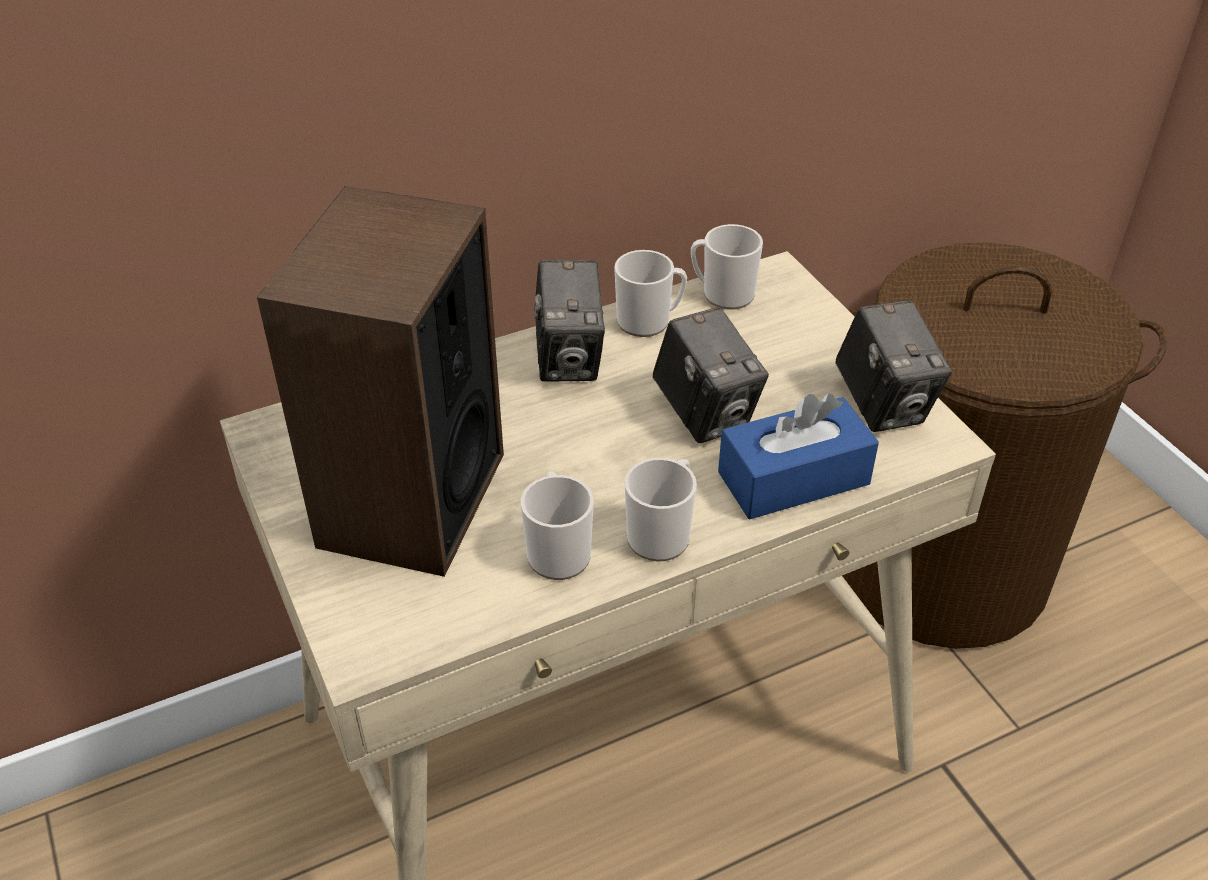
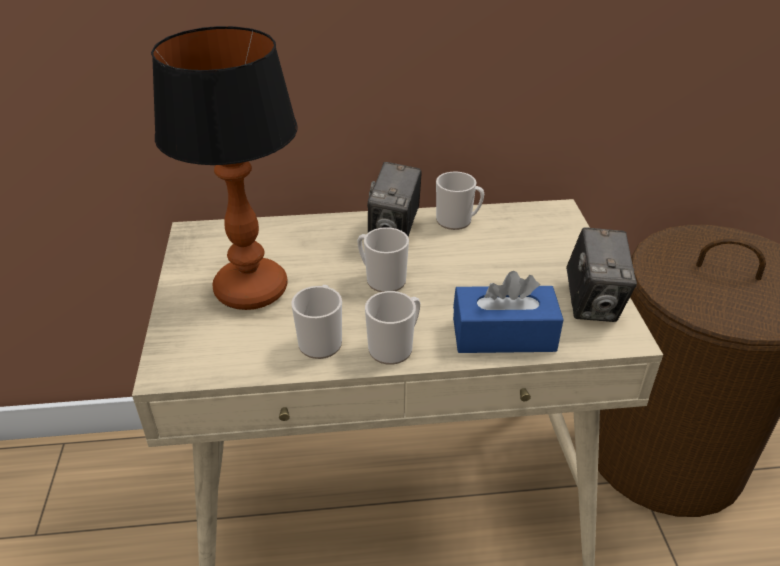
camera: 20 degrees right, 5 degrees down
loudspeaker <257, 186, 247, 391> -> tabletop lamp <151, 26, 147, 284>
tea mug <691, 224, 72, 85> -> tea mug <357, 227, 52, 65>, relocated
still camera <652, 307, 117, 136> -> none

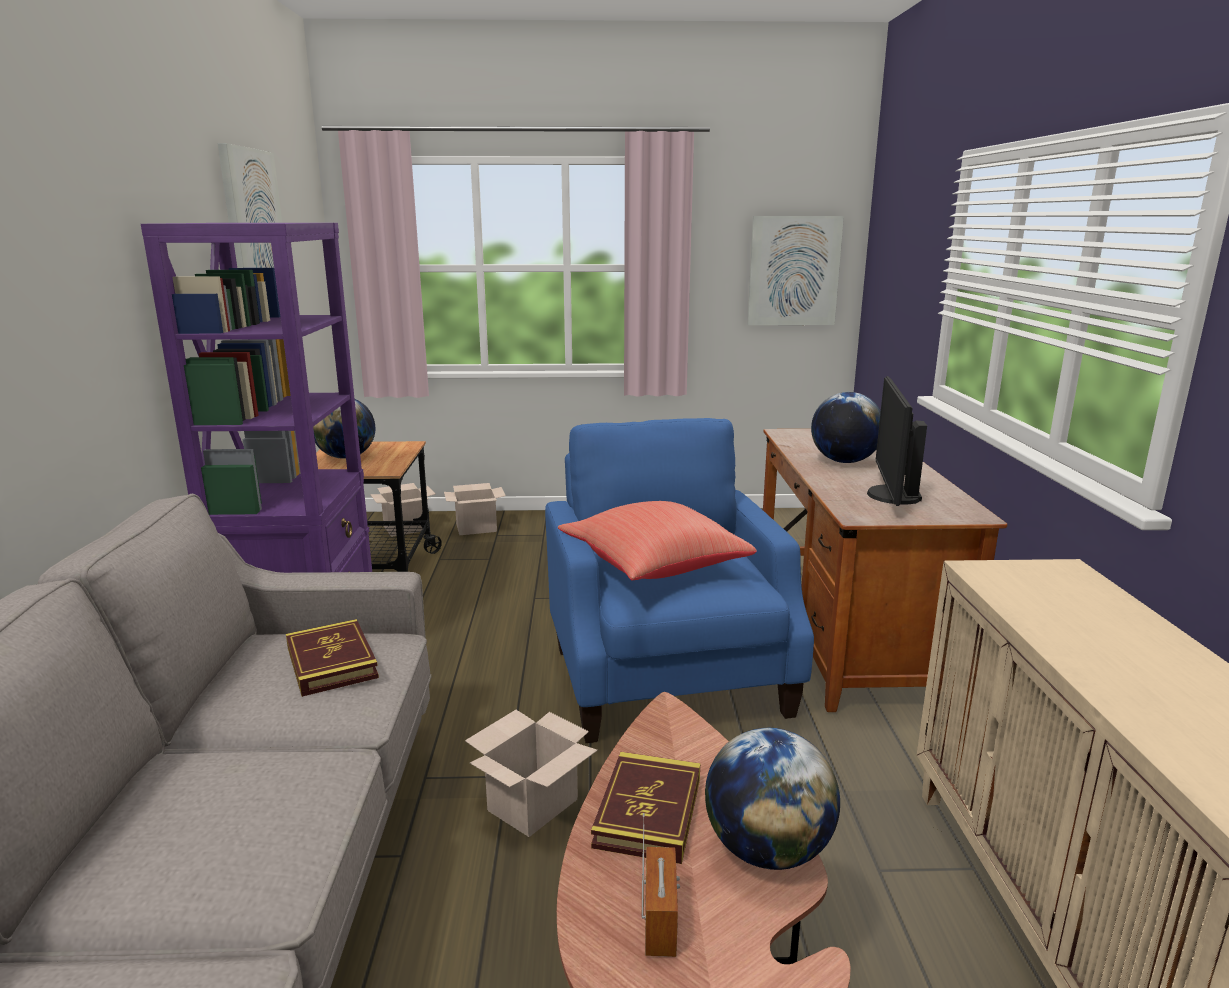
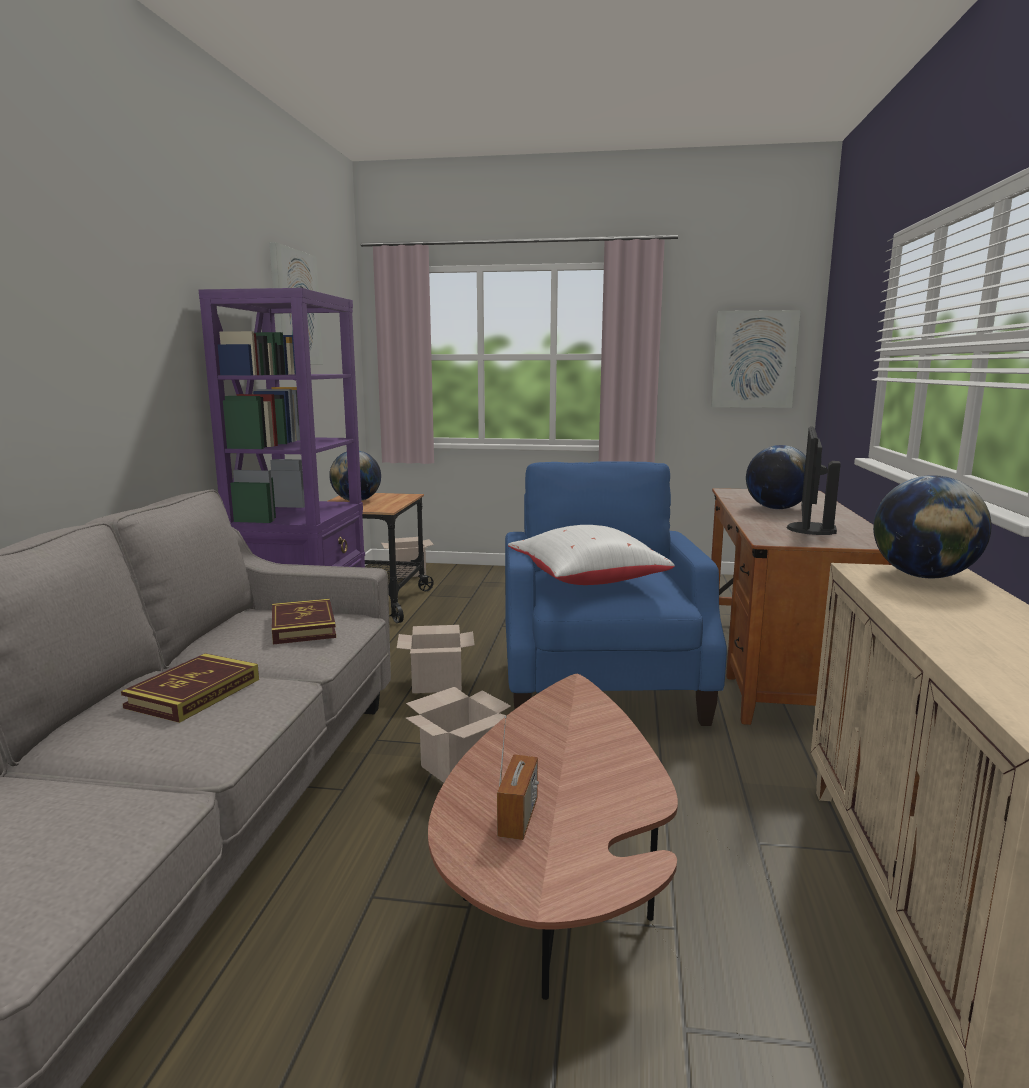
camera: 10 degrees right, 5 degrees down
bound book <591, 752, 109, 112> -> bound book <121, 653, 138, 70>, relocated
carton <444, 483, 62, 52> -> carton <397, 625, 78, 68>, relocated
red pillow <558, 501, 199, 80> -> whitish pillow <508, 525, 167, 60>
desk globe <705, 728, 135, 142> -> desk globe <873, 475, 119, 103>, relocated

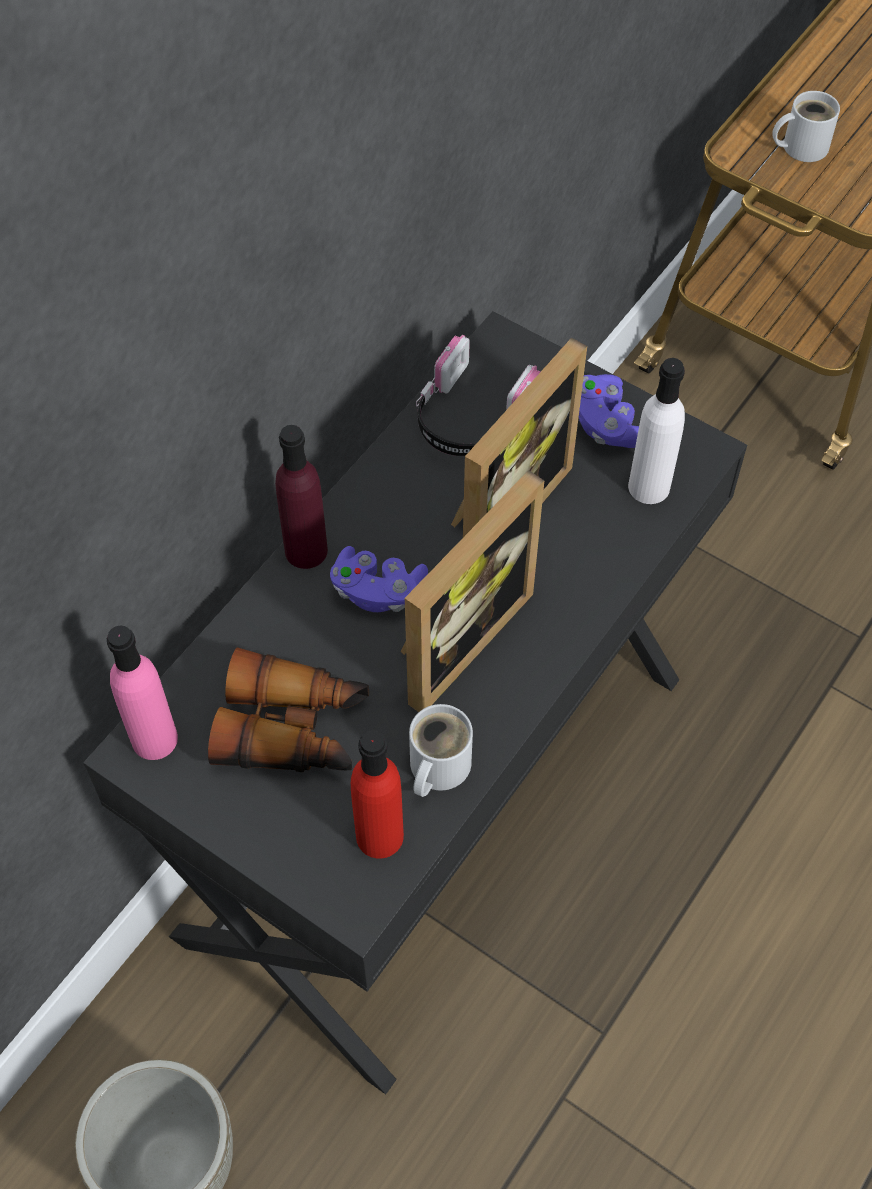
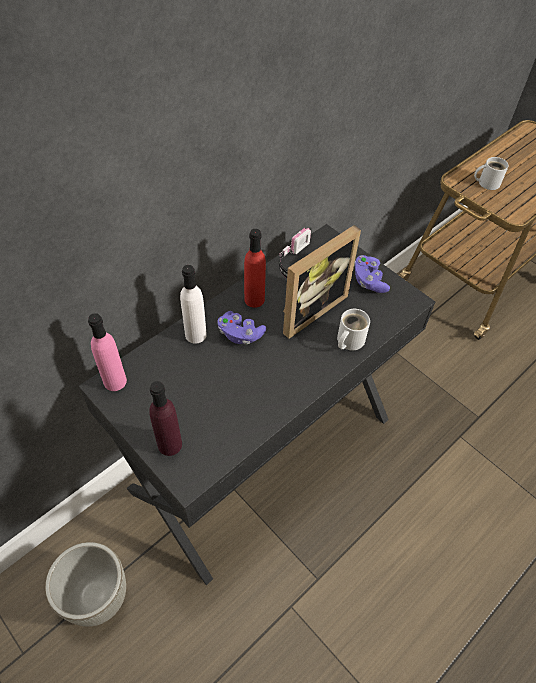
camera: 10 degrees right, 5 degrees down
purple-coloured drink bottle <275, 425, 53, 144> -> purple-coloured drink bottle <149, 381, 33, 75>, relocated
whitish drink bottle <628, 358, 57, 146> -> whitish drink bottle <180, 265, 27, 79>, relocated
red drink bottle <351, 730, 53, 129> -> red drink bottle <244, 229, 22, 79>, relocated
whitish tea mug <409, 704, 64, 93> -> whitish tea mug <337, 309, 33, 41>, relocated
binoculars <208, 647, 161, 125> -> none
picture frame <400, 470, 144, 242> -> none

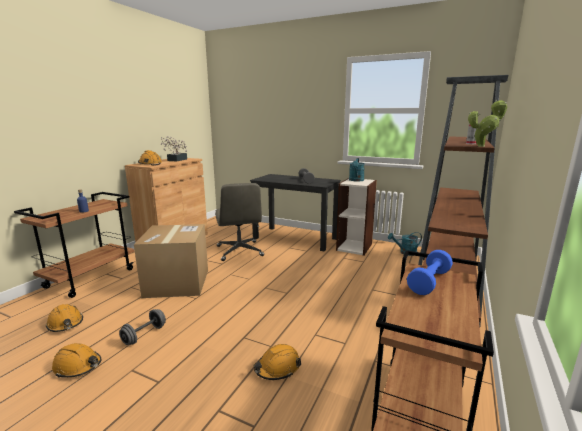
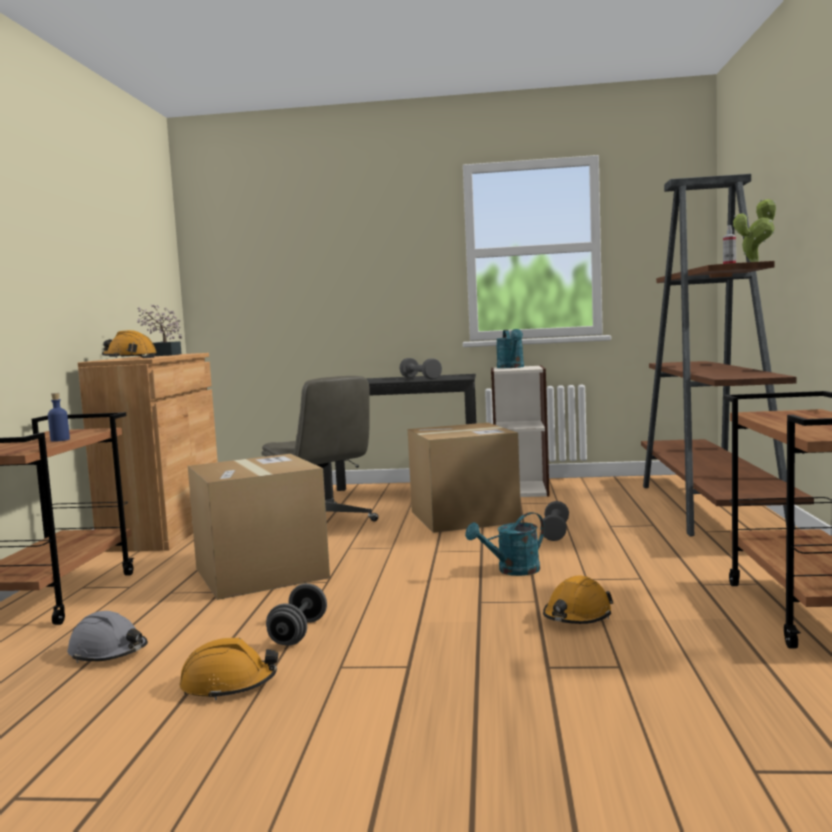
camera: 20 degrees left, 10 degrees down
orange safety helmet <46, 304, 37, 28> -> greyish safety helmet <67, 611, 81, 52>
none -> carton <408, 423, 113, 110>
turquoise-coloured watering can <388, 232, 34, 24> -> turquoise-coloured watering can <465, 512, 80, 64>, relocated
none -> greyish dumbbell <540, 501, 29, 40>
blue dumbbell <407, 250, 46, 45> -> none

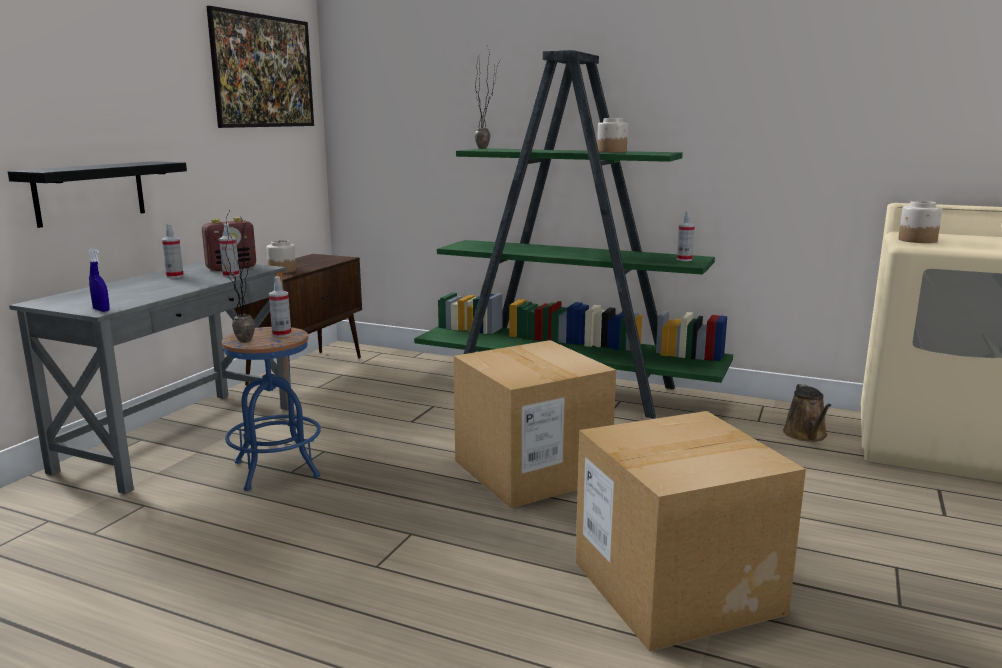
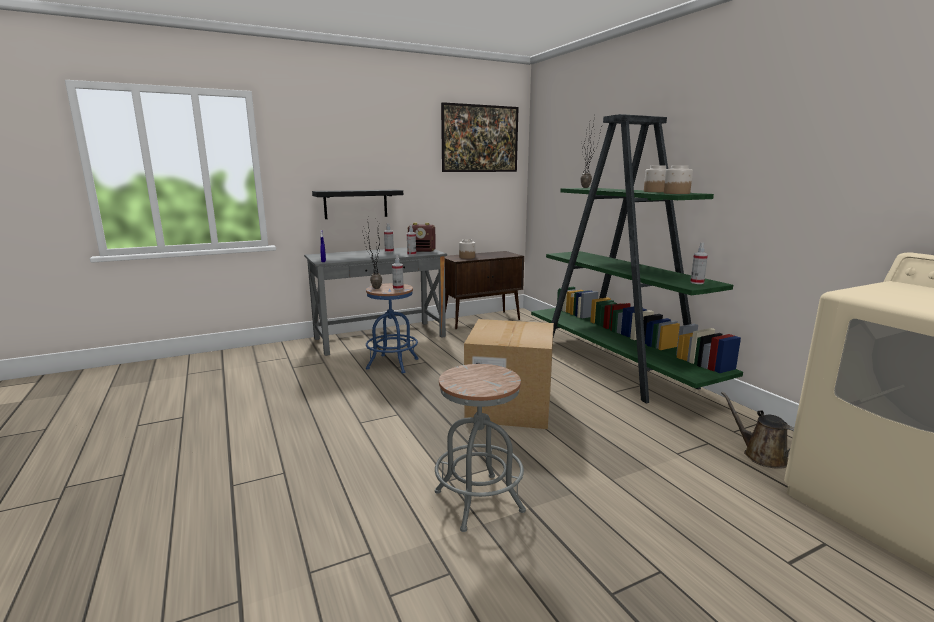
camera: 40 degrees right, 0 degrees up
carton <575, 411, 231, 241> -> greyish stool <435, 364, 91, 168>
preserve jar <898, 201, 44, 42> -> preserve jar <664, 165, 29, 29>, relocated
brown-coloured watering can <783, 384, 48, 58> -> brown-coloured watering can <721, 391, 73, 78>, 105 degrees clockwise

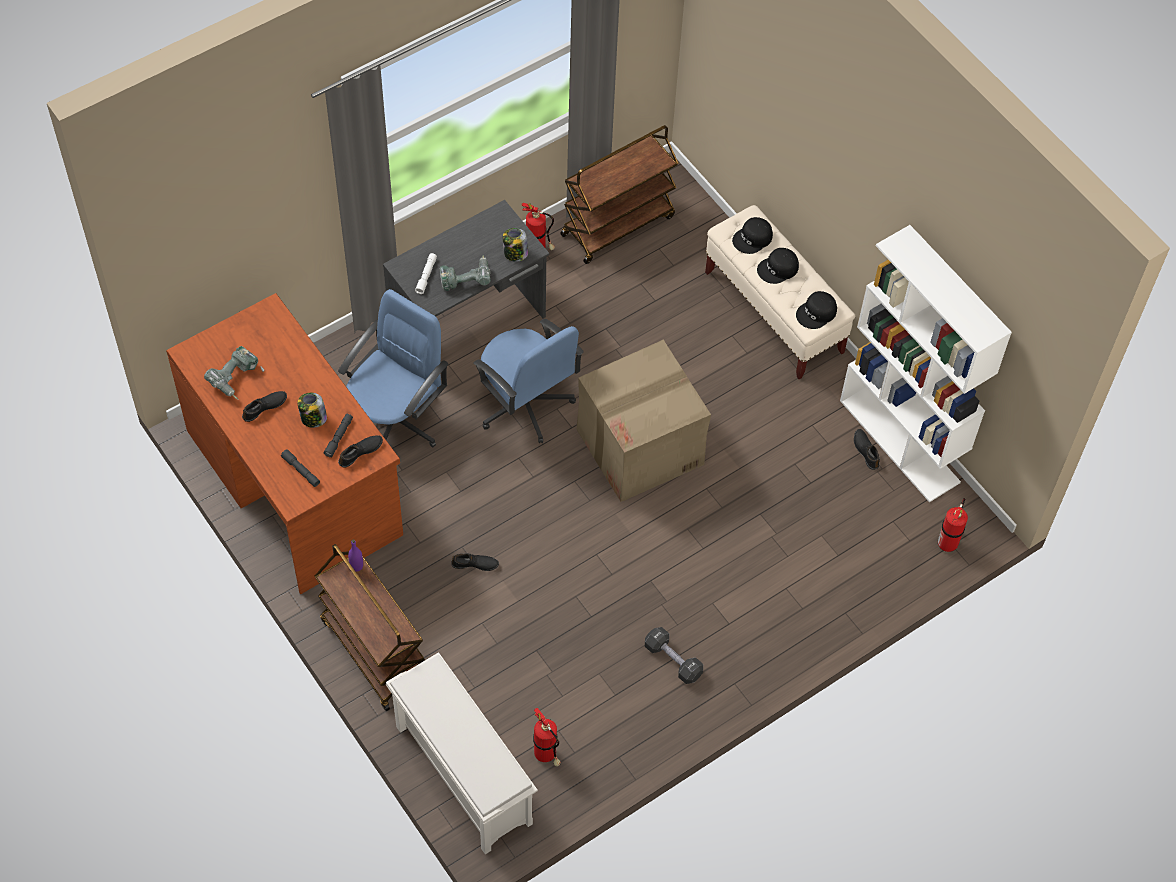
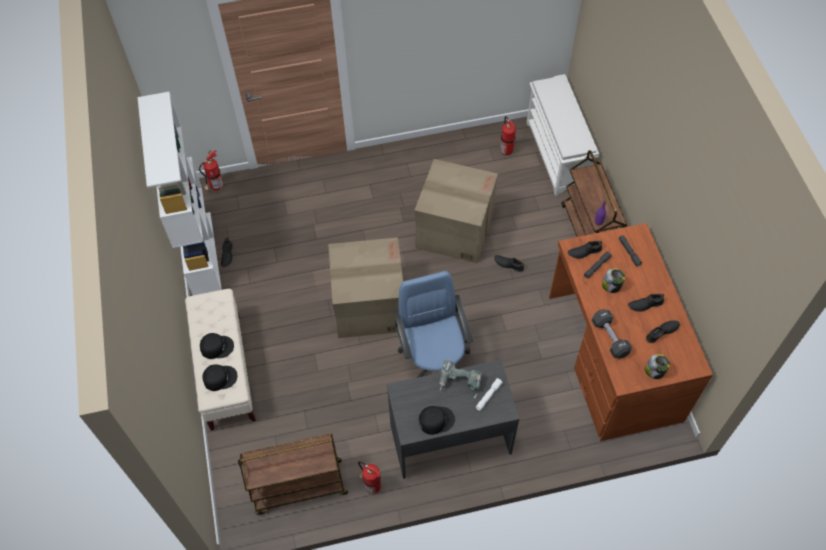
camera: 155 degrees left, 0 degrees up
none -> carton <414, 159, 84, 104>
black baseball cap <796, 291, 41, 38> -> black baseball cap <419, 406, 36, 29>, relocated
black dumbbell <645, 627, 58, 57> -> black dumbbell <592, 309, 40, 50>, relocated
preserve jar <503, 228, 25, 34> -> preserve jar <645, 354, 25, 25>, relocated
electric drill <204, 346, 61, 54> -> black item of footwear <646, 321, 34, 22>
blue computer chair <338, 289, 110, 158> -> none

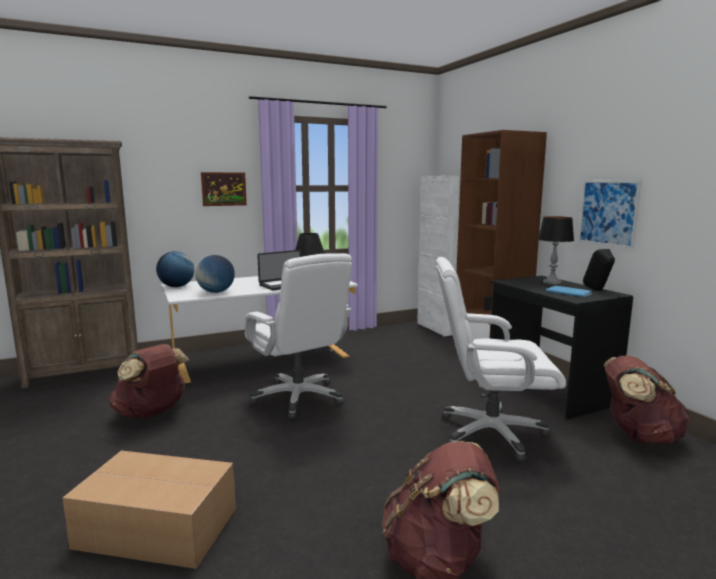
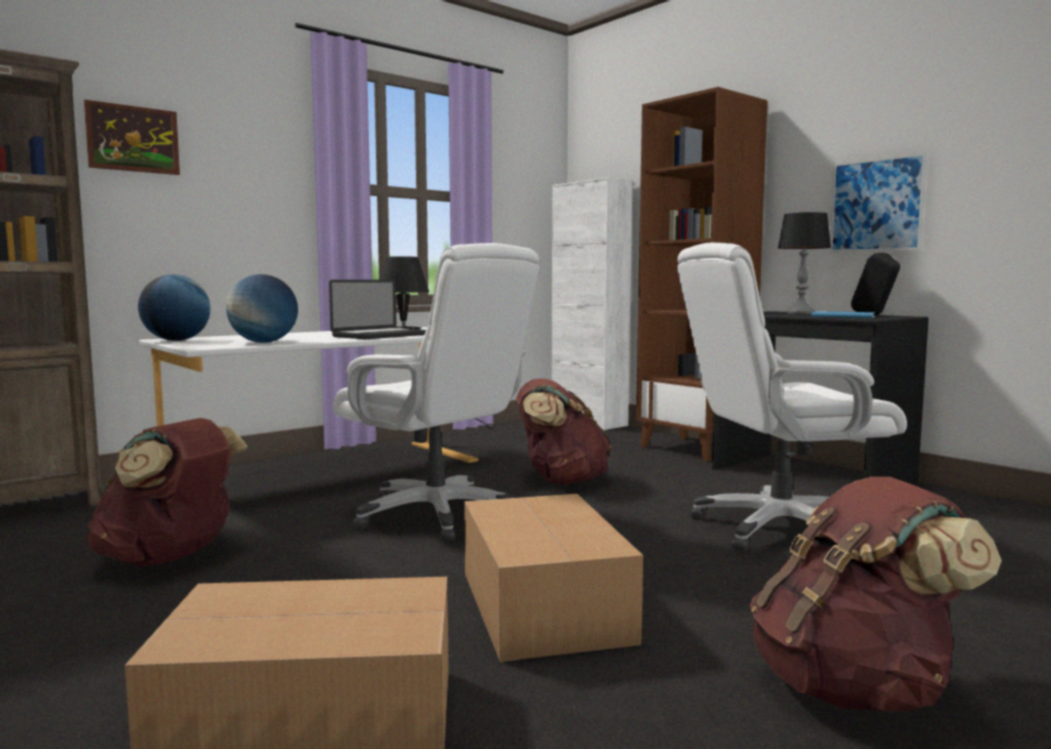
camera: 15 degrees left, 5 degrees down
picture <201, 172, 46, 34> -> picture <84, 99, 96, 76>, relocated
none -> carton <464, 494, 179, 168>
brown-coloured backpack <604, 356, 86, 88> -> brown-coloured backpack <516, 378, 96, 107>, relocated

